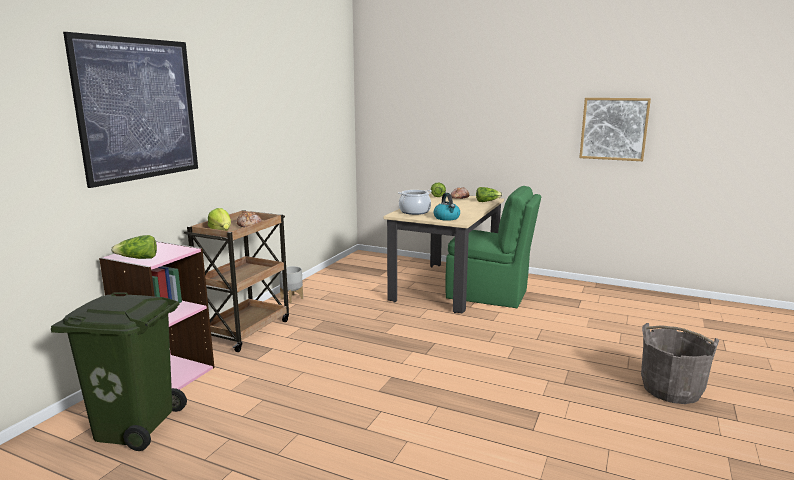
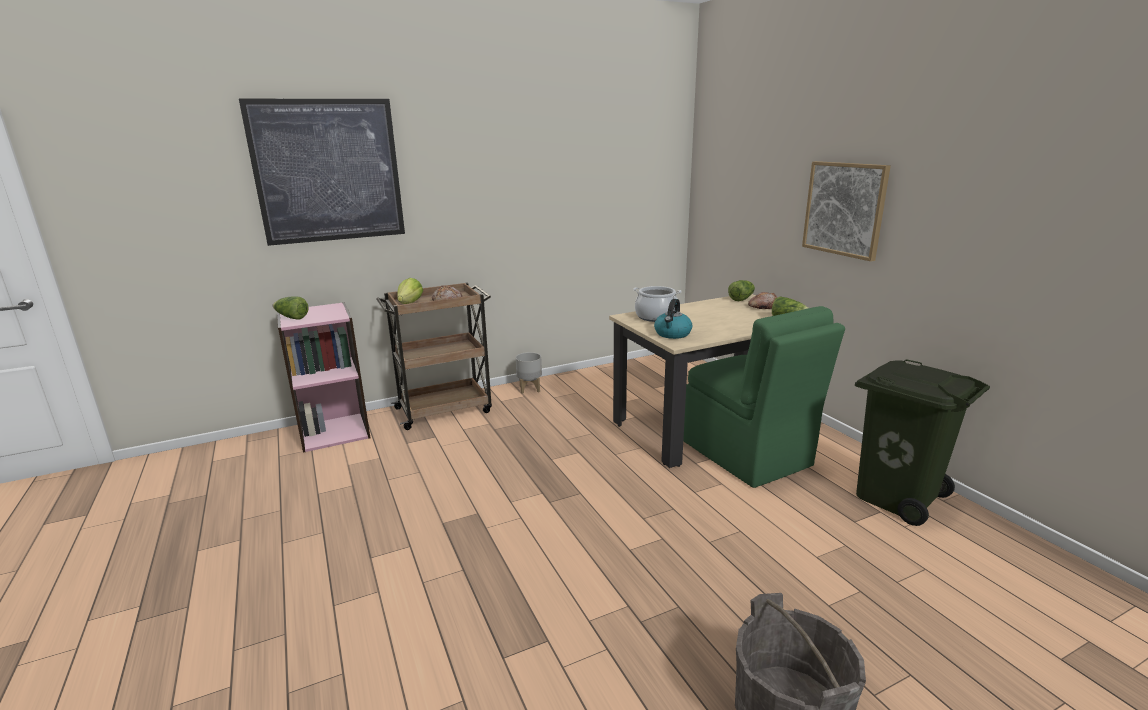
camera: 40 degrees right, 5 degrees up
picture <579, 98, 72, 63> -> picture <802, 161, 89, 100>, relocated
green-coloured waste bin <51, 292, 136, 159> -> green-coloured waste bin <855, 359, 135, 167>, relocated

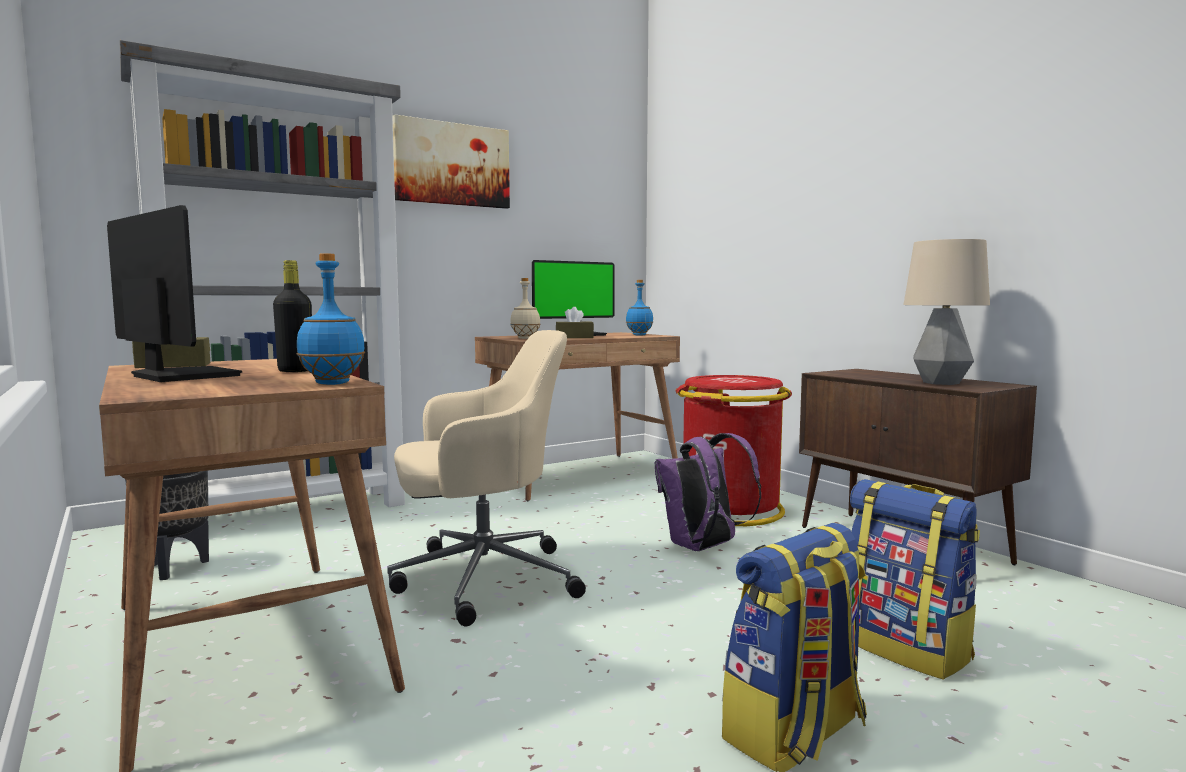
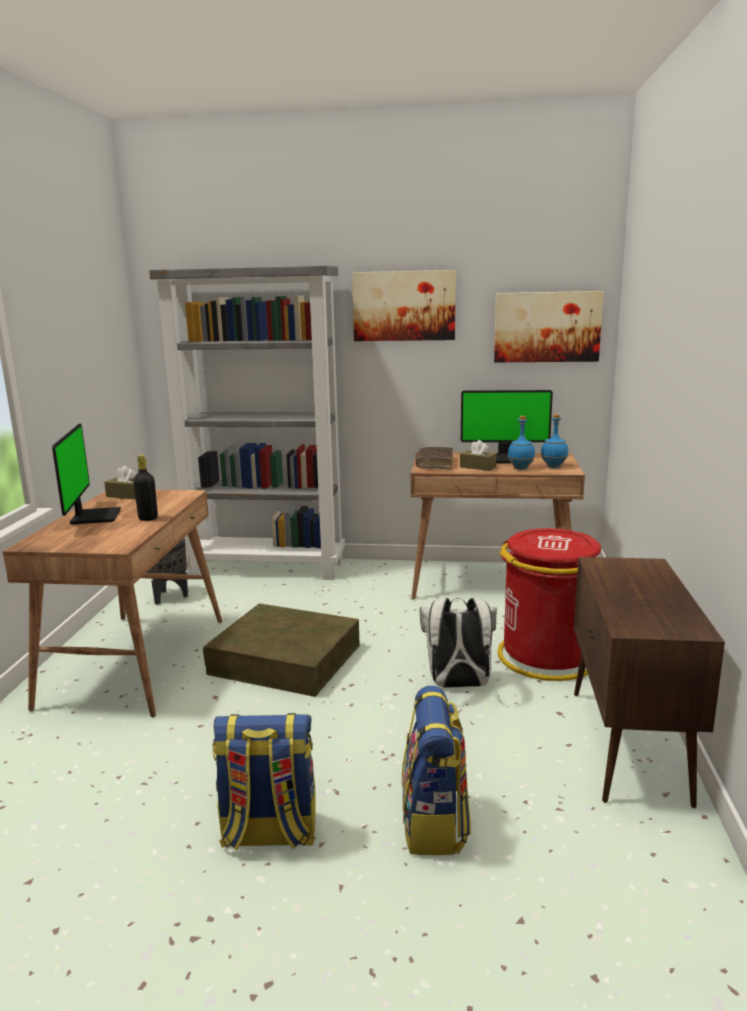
camera: 40 degrees right, 10 degrees up
beige computer chair <388, 330, 198, 296> -> brown-coloured storage container <203, 603, 157, 94>
beige drink bottle <510, 278, 30, 61> -> brown-coloured bound book <416, 447, 37, 22>
purple-coloured backpack <655, 433, 106, 118> -> whitish backpack <420, 597, 77, 91>
none -> picture <494, 291, 110, 71>
blue drink bottle <296, 253, 69, 132> -> blue drink bottle <508, 416, 27, 54>, relocated
tabletop lamp <903, 239, 87, 146> -> none

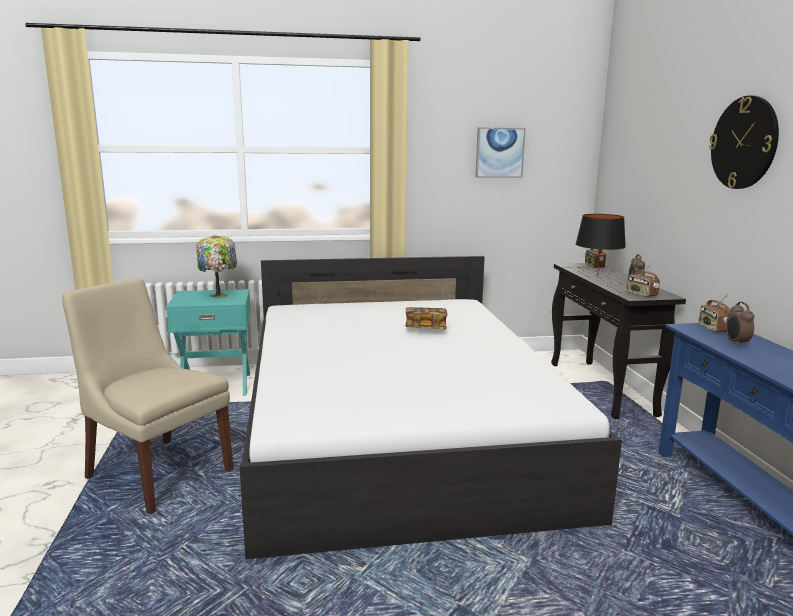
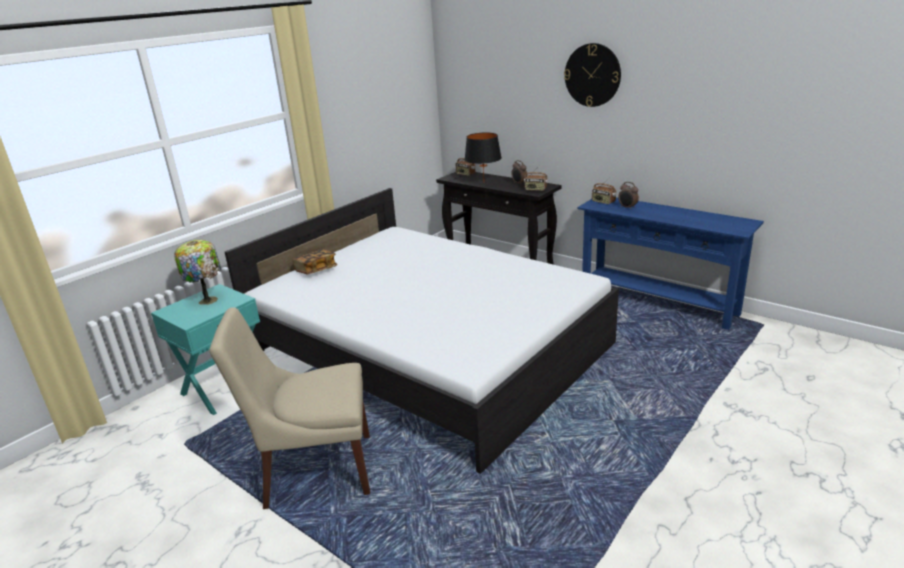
camera: 40 degrees left, 10 degrees up
bound book <405, 307, 43, 23> -> bound book <293, 249, 44, 25>, relocated
picture <475, 127, 51, 51> -> none

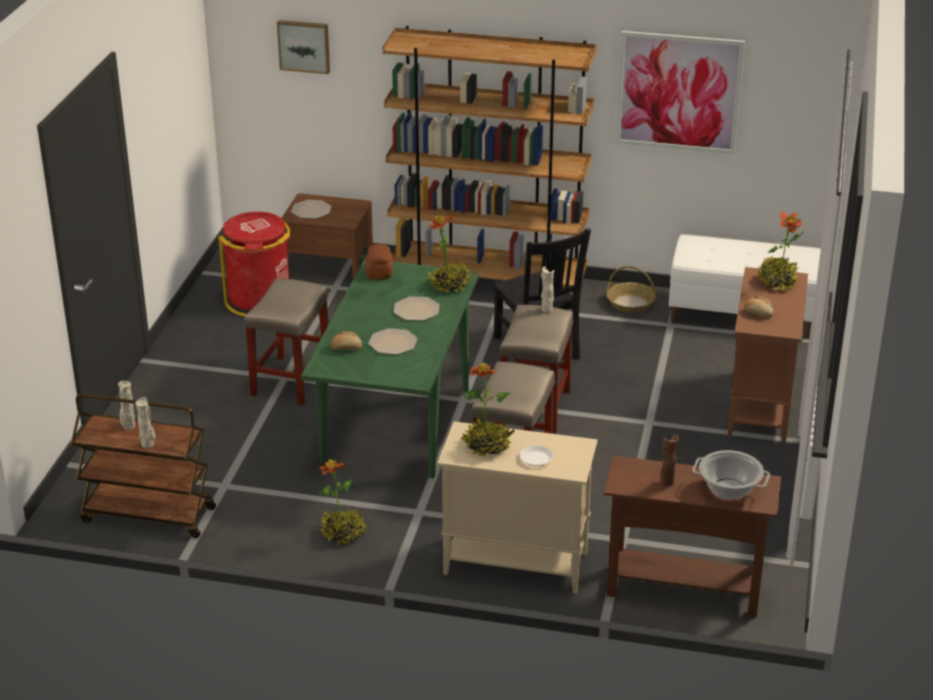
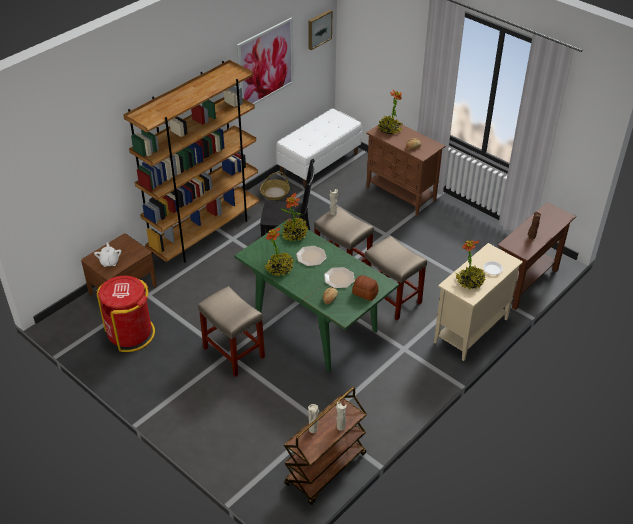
camera: 60 degrees left, 10 degrees up
dinner plate <291, 200, 41, 19> -> whitish teapot <94, 242, 27, 25>
potted plant <319, 459, 47, 86> -> potted plant <265, 227, 28, 49>, relocated
picture <277, 20, 53, 54> -> picture <308, 10, 24, 40>, relocated
baked bread <365, 244, 28, 36> -> baked bread <352, 275, 27, 26>, relocated
saucepot <692, 450, 78, 50> -> none

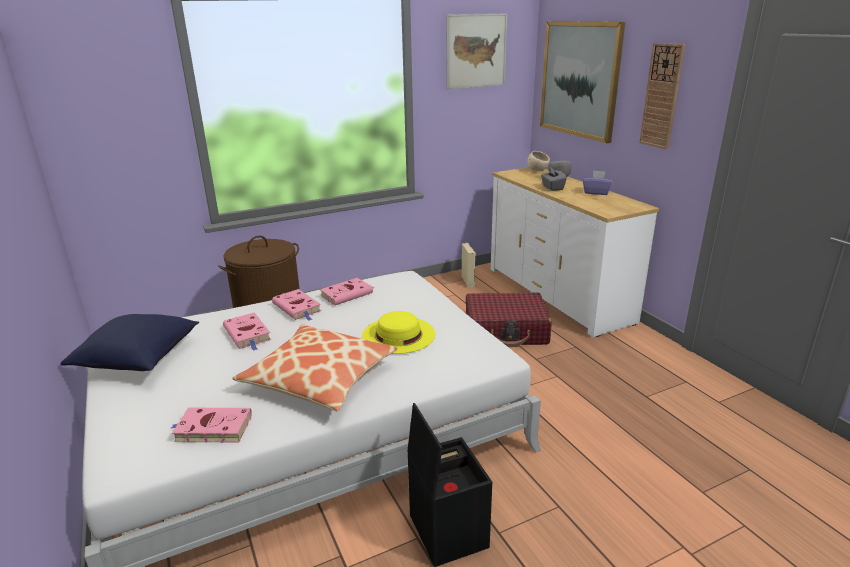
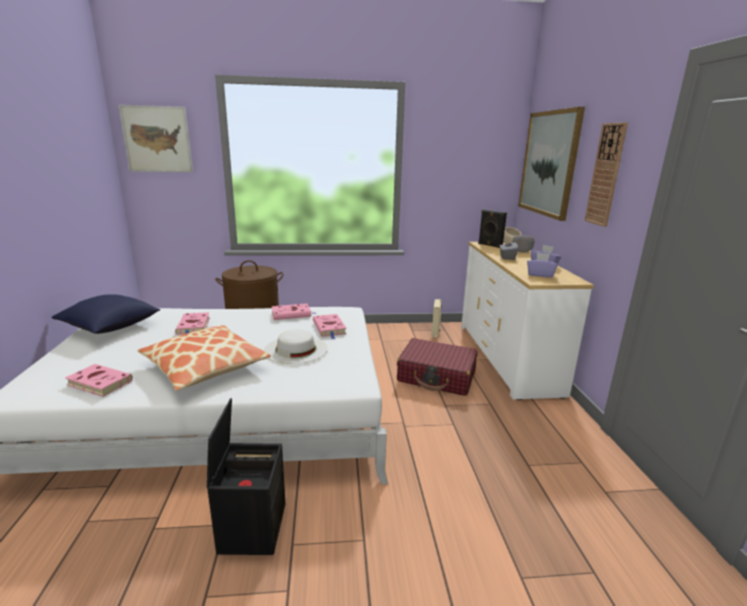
camera: 20 degrees right, 5 degrees down
picture <446, 13, 61, 77> -> picture <119, 105, 74, 68>, relocated
yellow-coloured clothing hat <362, 311, 73, 43> -> whitish clothing hat <264, 330, 64, 34>
pink-coloured bound book <272, 289, 49, 32> -> pink-coloured bound book <313, 314, 33, 26>, relocated
none -> black loudspeaker <478, 210, 29, 38>
none -> purple-coloured tissue box <527, 253, 31, 25>

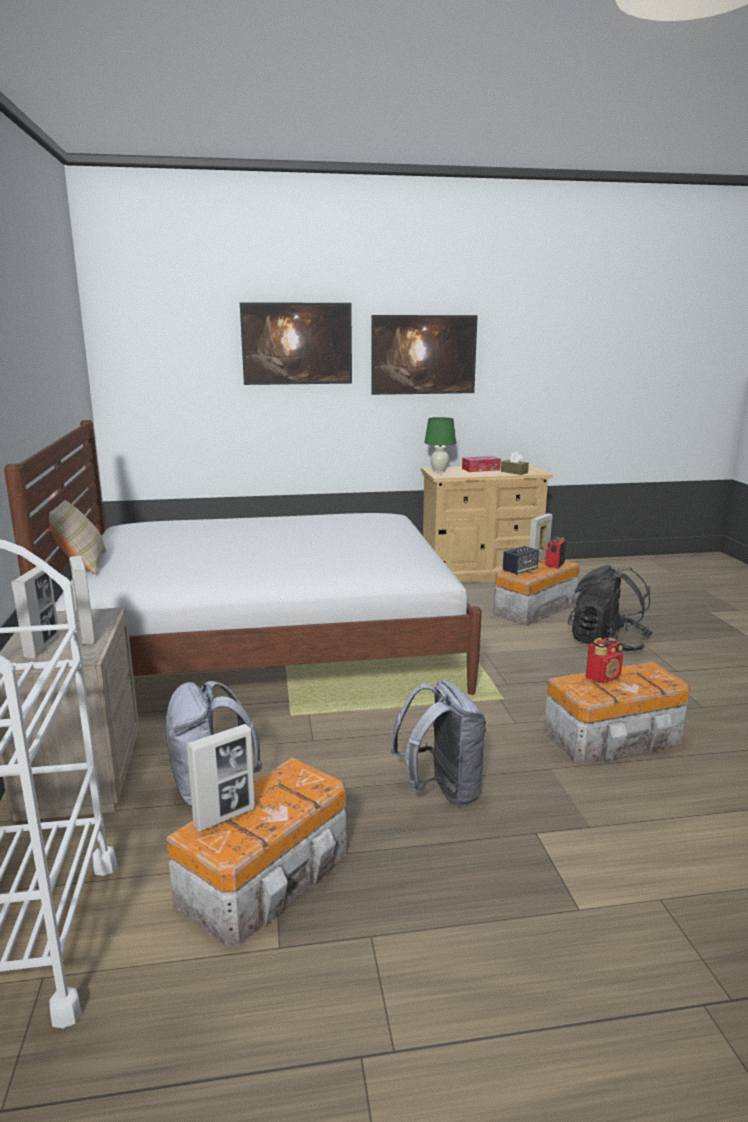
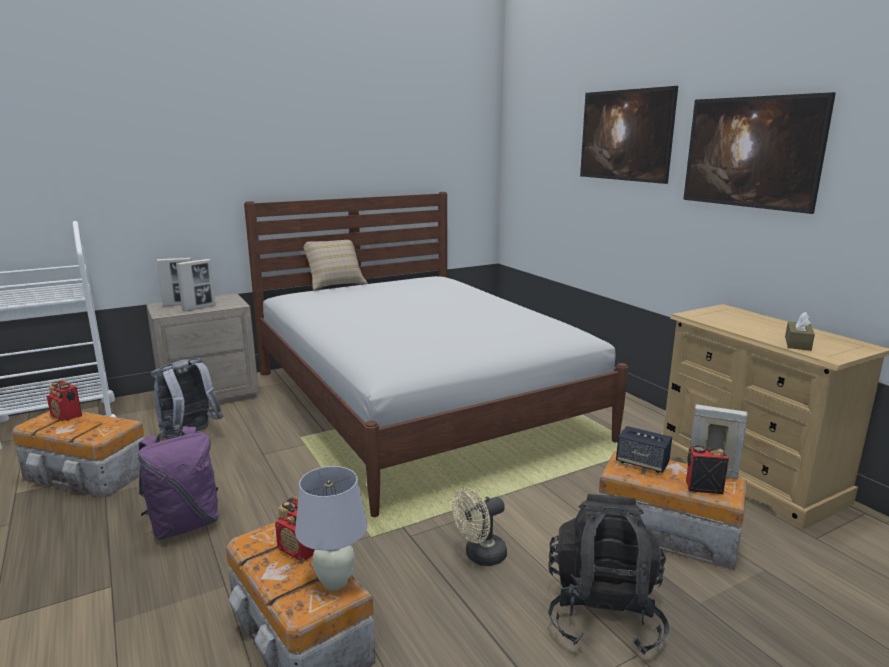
camera: 70 degrees right, 0 degrees up
picture frame <186, 724, 69, 108> -> radio <47, 379, 35, 42>
greyish backpack <391, 679, 96, 127> -> purple-coloured backpack <138, 426, 81, 114>
none -> whitish tabletop lamp <295, 466, 72, 124>
none -> beige fan <452, 488, 55, 78>
green-coloured tabletop lamp <424, 417, 32, 56> -> none
tissue box <462, 456, 39, 16> -> none

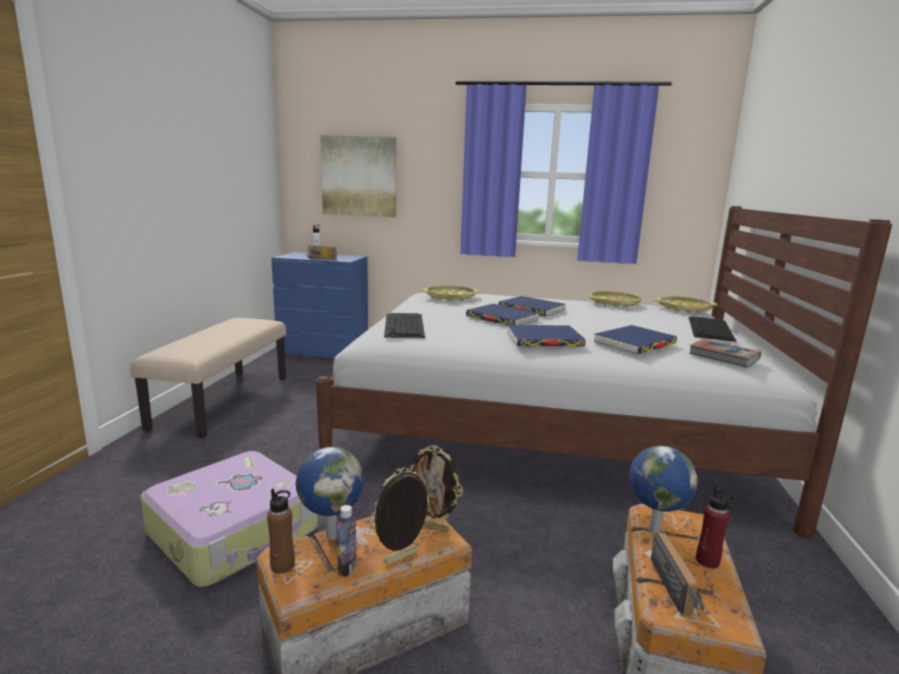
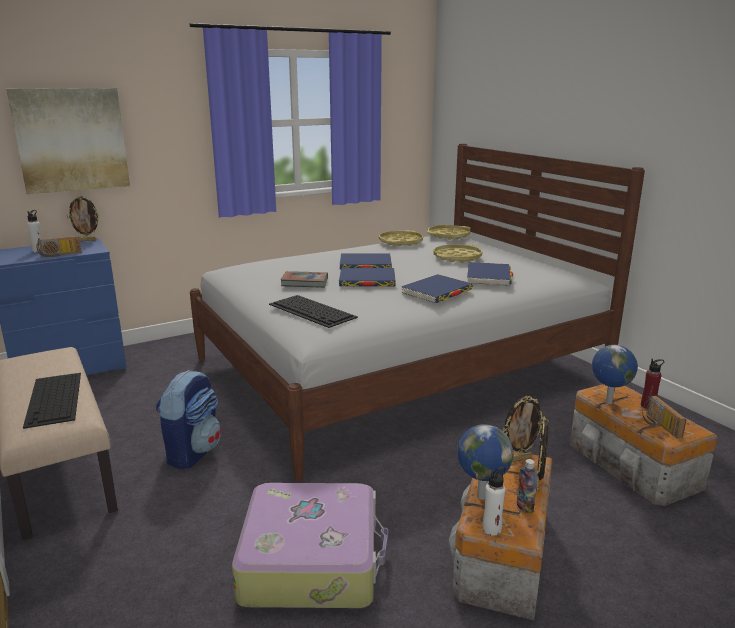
camera: 40 degrees left, 5 degrees up
PC keyboard <689, 317, 47, 25> -> PC keyboard <23, 373, 58, 56>, relocated
none -> picture frame <67, 195, 33, 46>
none -> backpack <156, 370, 65, 100>
bound book <689, 339, 72, 29> -> bound book <280, 271, 48, 17>, relocated
yellow-coloured serving tray <422, 286, 58, 15> -> yellow-coloured serving tray <433, 244, 49, 19>, relocated
brown-coloured drink bottle <267, 489, 28, 85> -> whitish drink bottle <482, 467, 24, 69>
radio <651, 533, 53, 82> -> radio <642, 396, 45, 43>, 150 degrees counterclockwise

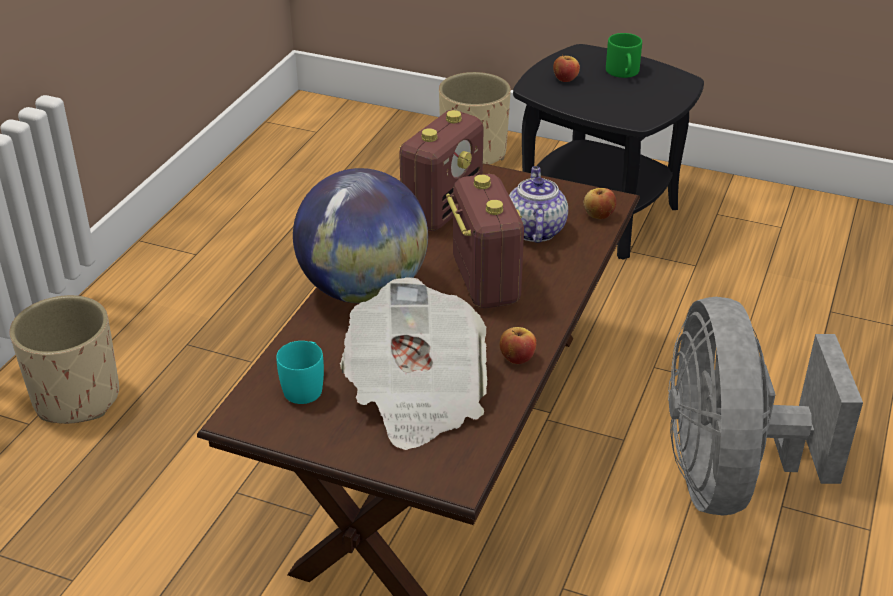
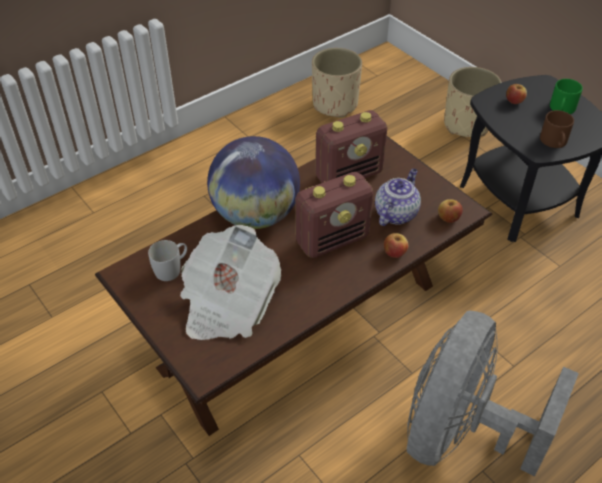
camera: 30 degrees right, 10 degrees up
turquoise-coloured tea mug <276, 341, 48, 63> -> whitish tea mug <148, 240, 39, 41>
radio <446, 174, 78, 135> -> radio <295, 172, 78, 86>, 45 degrees clockwise
beige flower pot <10, 295, 109, 129> -> beige flower pot <312, 48, 50, 69>, relocated
whole apple <500, 327, 37, 37> -> whole apple <384, 233, 24, 25>, relocated
none -> brown-coloured tea mug <540, 110, 34, 38>

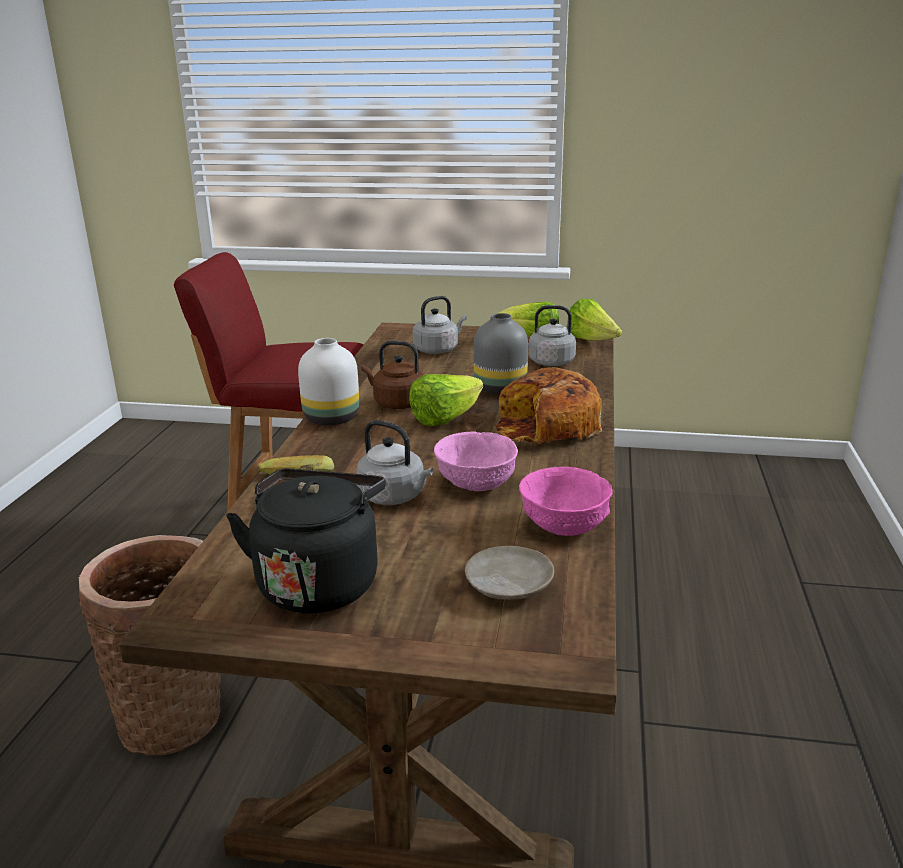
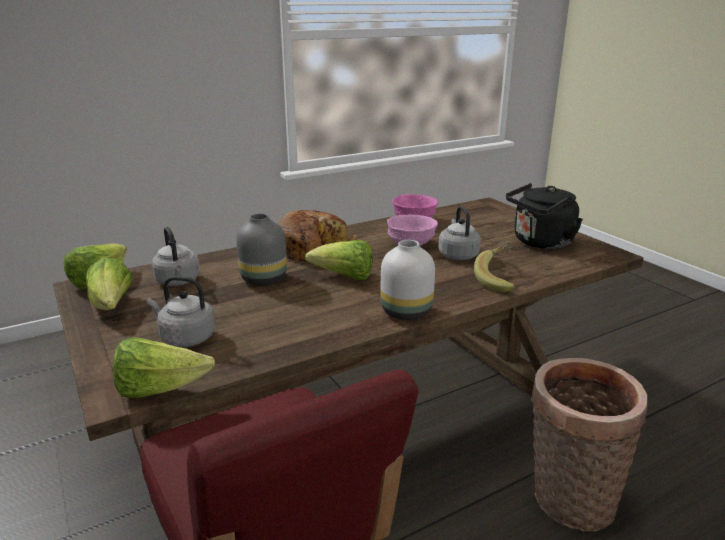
camera: 130 degrees left, 0 degrees up
none -> lettuce <113, 337, 102, 62>
brown-coloured kettle <361, 341, 63, 68> -> none
beige dinner plate <465, 546, 89, 54> -> none

